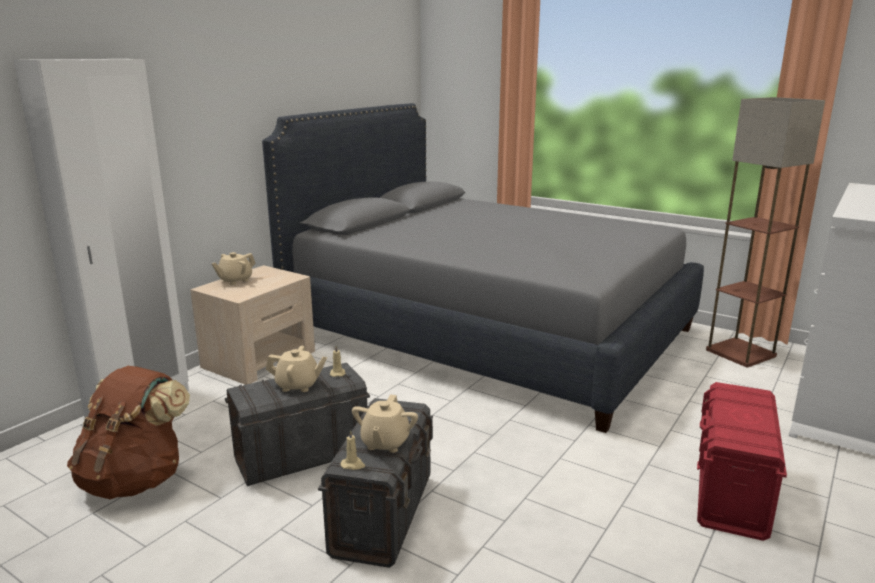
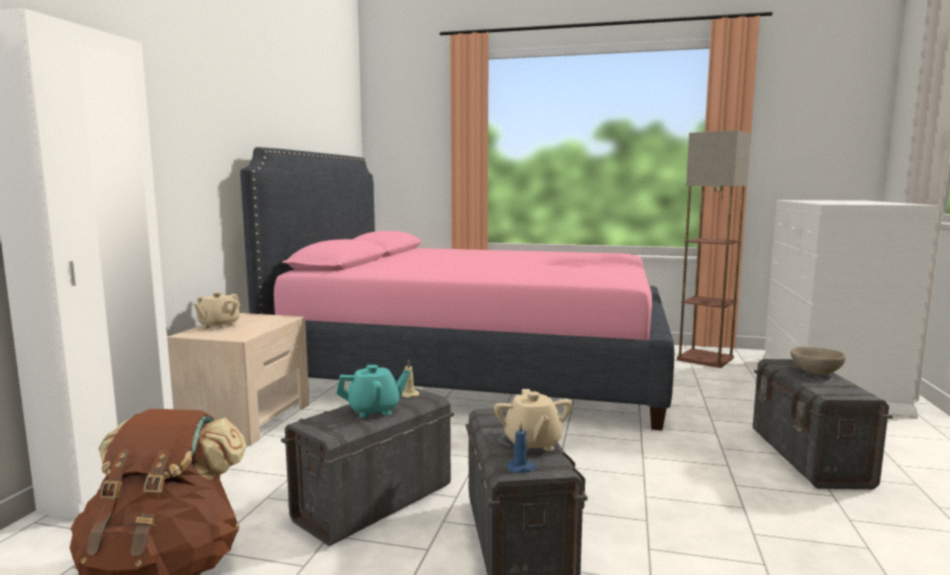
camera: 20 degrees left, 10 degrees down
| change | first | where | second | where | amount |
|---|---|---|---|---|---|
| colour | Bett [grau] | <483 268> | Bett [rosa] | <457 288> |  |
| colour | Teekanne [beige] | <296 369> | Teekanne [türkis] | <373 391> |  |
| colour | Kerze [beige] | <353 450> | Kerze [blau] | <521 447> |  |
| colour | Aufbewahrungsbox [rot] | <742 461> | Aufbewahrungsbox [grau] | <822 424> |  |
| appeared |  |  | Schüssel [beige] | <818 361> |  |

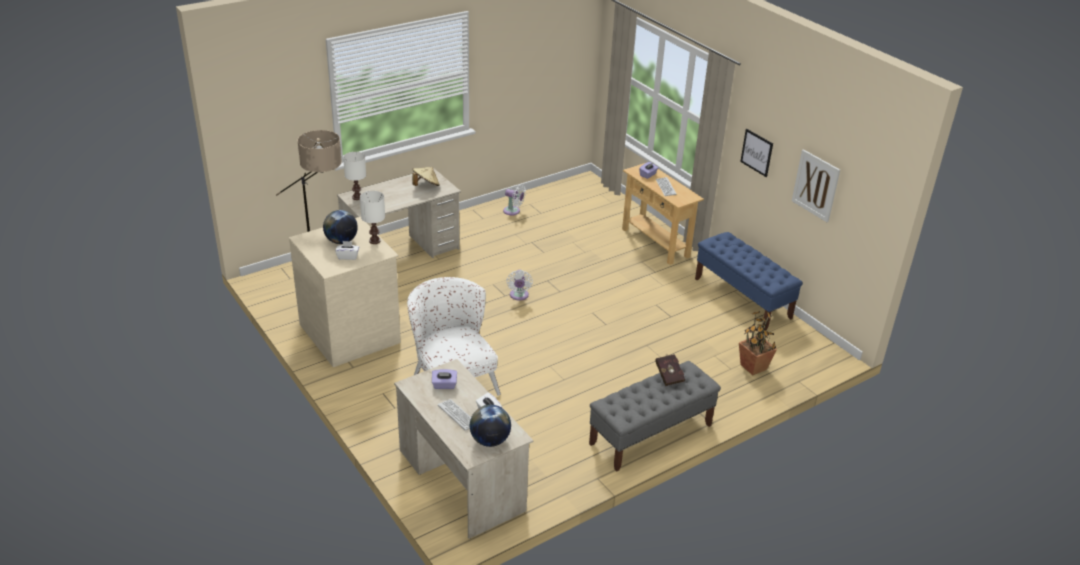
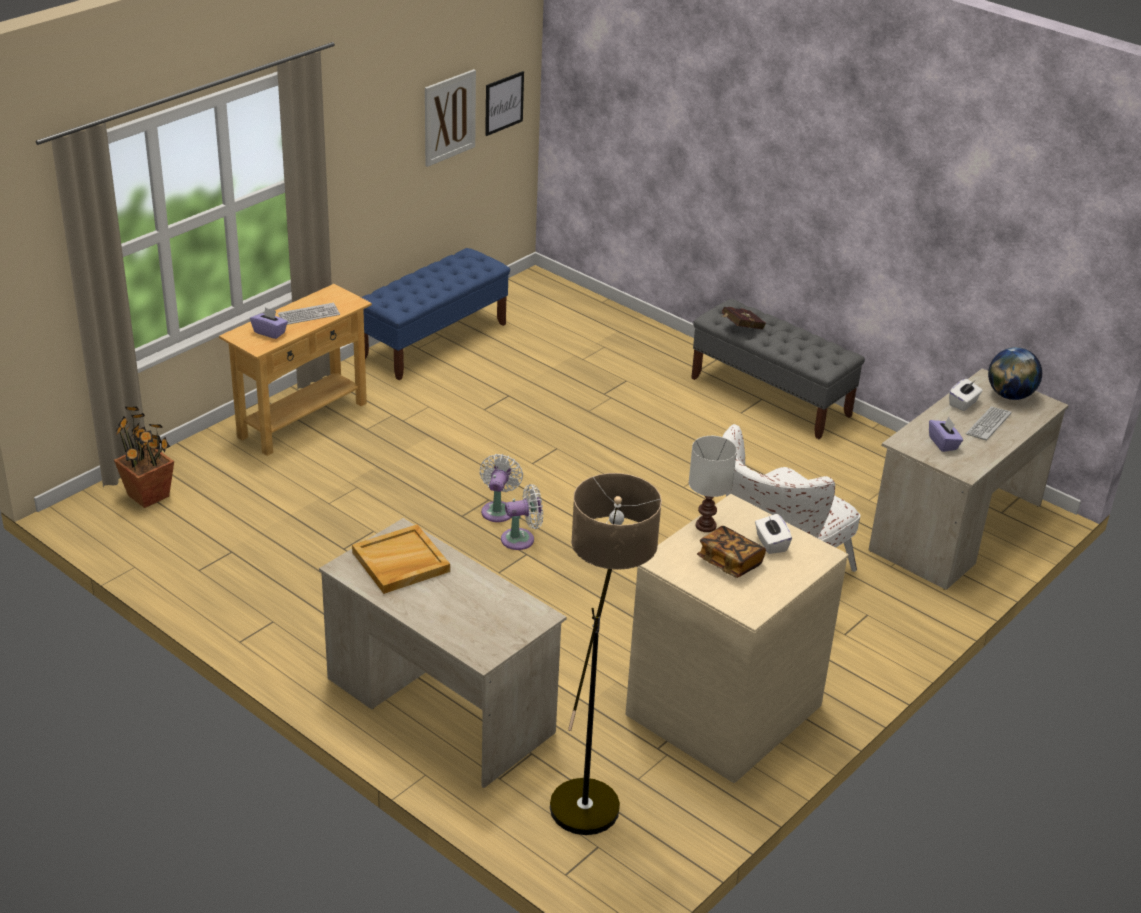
camera: 105 degrees left, 0 degrees up
| change | first | where | second | where | amount |
|---|---|---|---|---|---|
| exchanged | Globus | <340 227> | Buch | <731 552> |  |
| missing | Tischlampe [weiß] | <354 176> |  |  |  |
| exchanged | Hut [beige] | <426 176> | Tablett [beige] | <401 559> |  |
| relocated | Ventilator [weiß] | <514 199> |  | <501 488> |  |
| relocated | Topfpflanze | <758 343> |  | <144 457> |  |
| relocated | Bild | <756 153> |  | <504 103> |  |

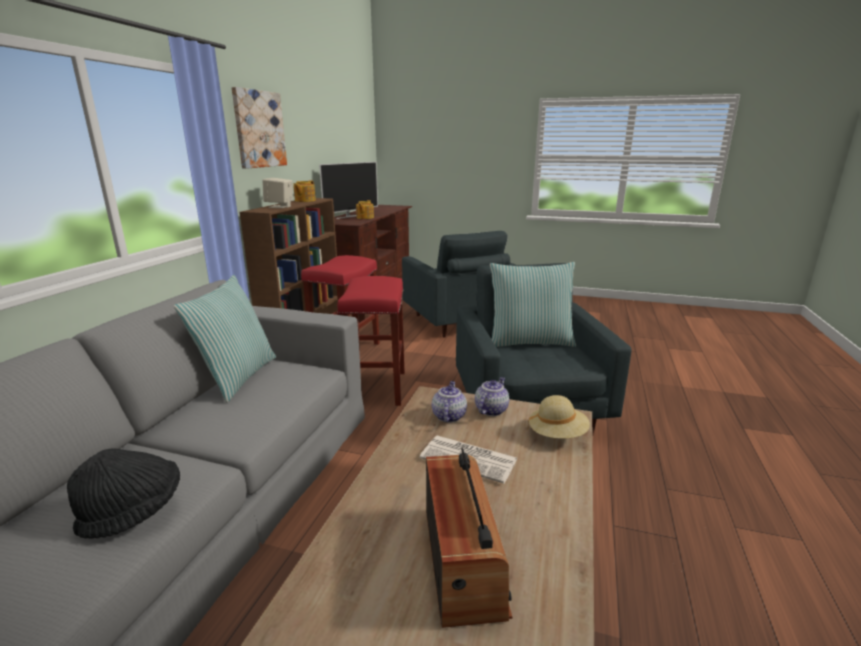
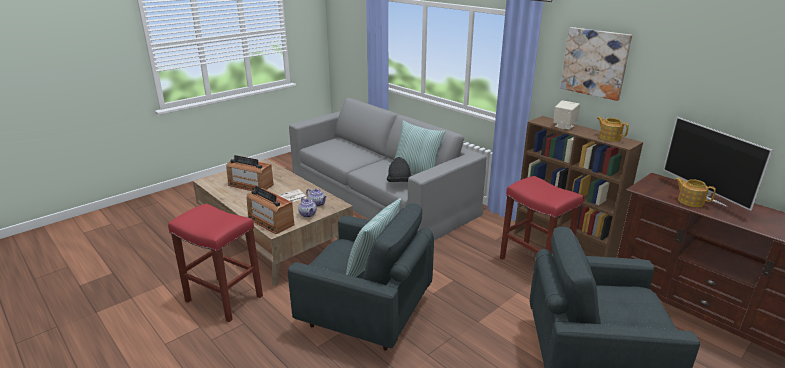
camera: 120 degrees right, 5 degrees up
| change | first | where | second | where | amount |
|---|---|---|---|---|---|
| relocated | Hut [schwarz] | <123 493> |  | <399 169> |  |
| relocated | Hocker [rot] | <371 341> |  | <215 262> |  |
| exchanged | Hut [beige] | <558 417> | Radio | <270 210> |  |

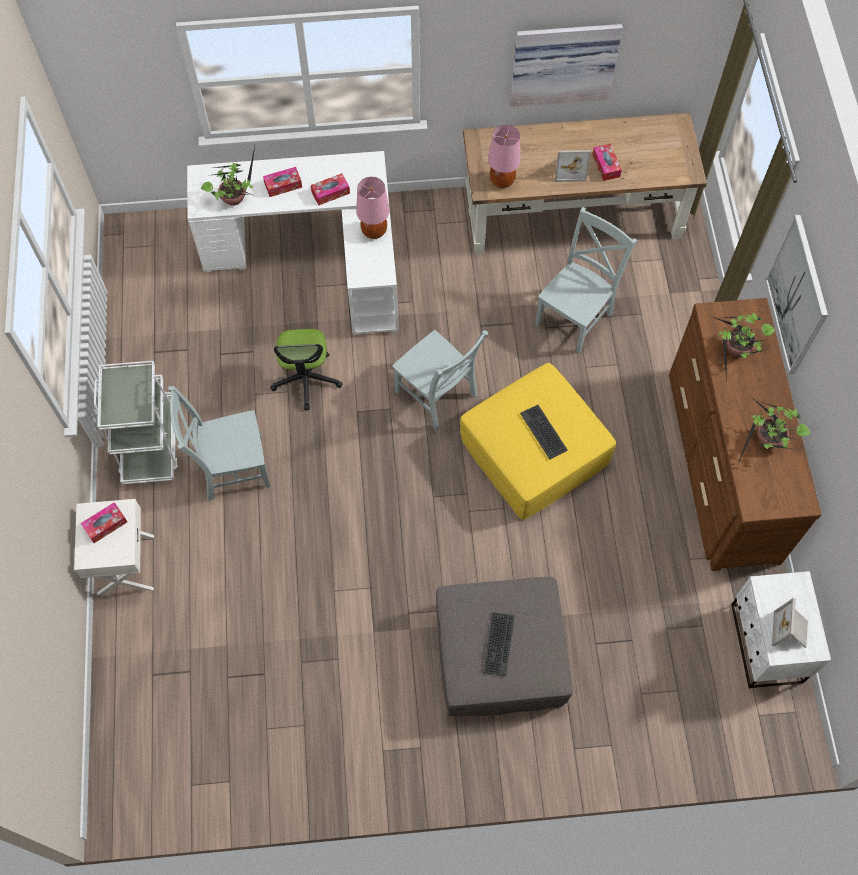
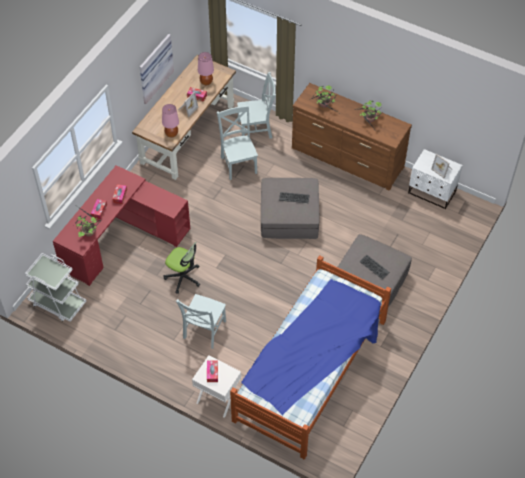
camera: 55 degrees left, 10 degrees down
| change | first | where | second | where | amount |
|---|---|---|---|---|---|
| relocated | Rollwagen [weiß] | <136 423> |  | <55 287> |  |
| colour | Schreibtisch [weiß] | <293 243> | Schreibtisch [rot] | <121 225> |  |
| relocated | Tischlampe [rosa] | <372 208> |  | <206 68> |  |
| relocated | Stuhl [grau] | <440 380> |  | <256 105> |  |
| colour | Polsterhocker [gelb] | <538 441> | Polsterhocker [grau] | <290 208> |  |
| missing | Bild | <796 294> |  |  |  |
| appeared |  |  | Bett | <310 357> |  |

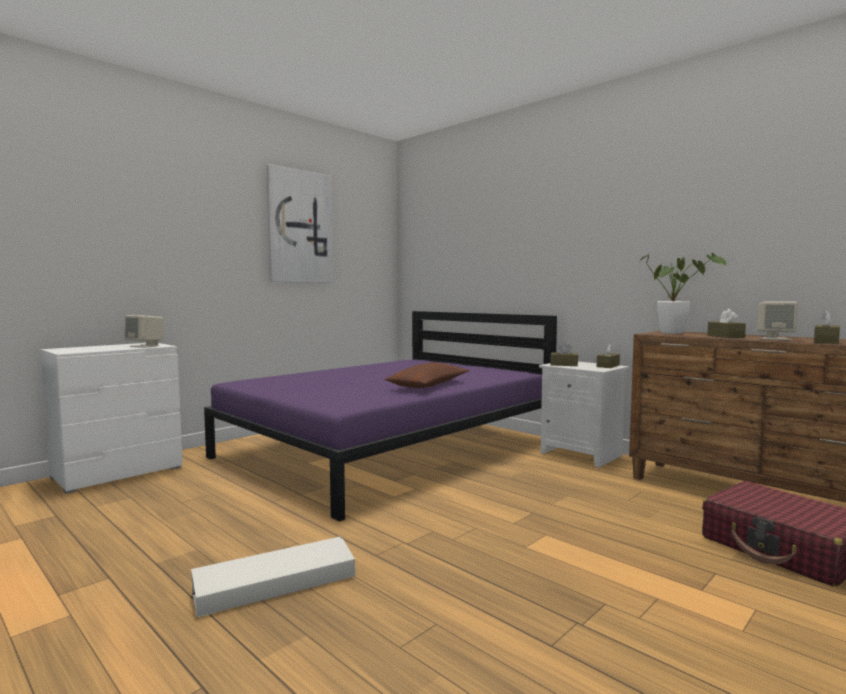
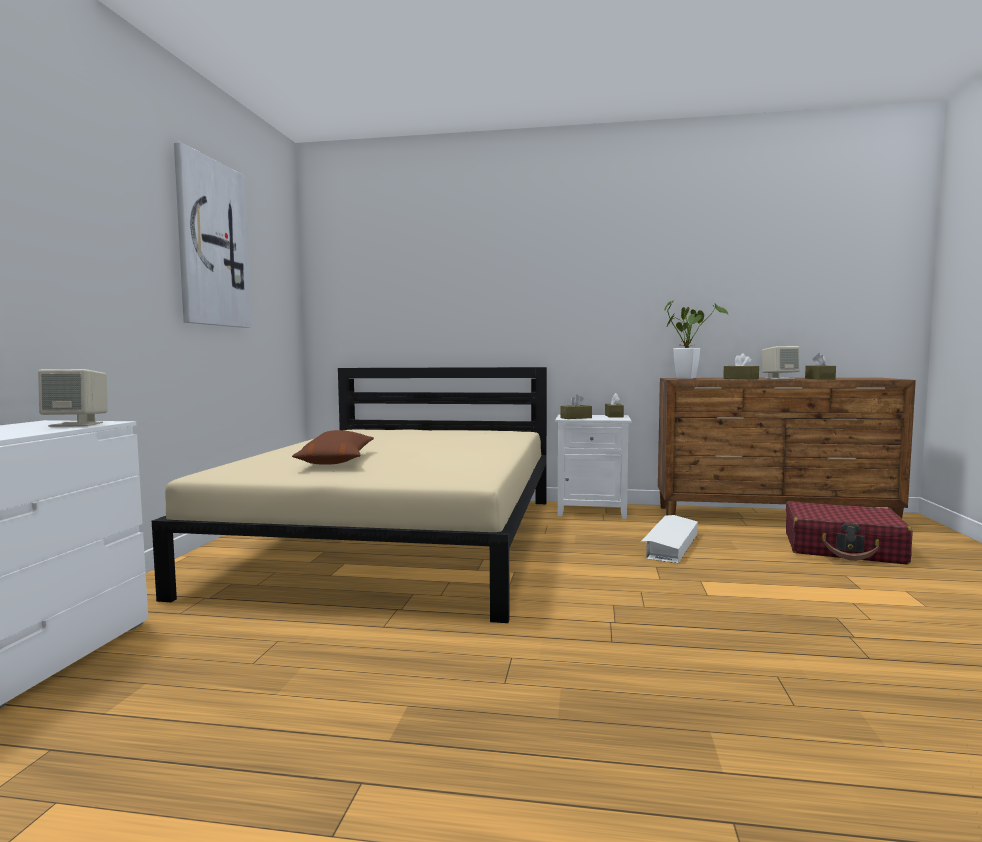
camera: 35 degrees left, 0 degrees up
| change | first | where | second | where | amount |
|---|---|---|---|---|---|
| relocated | Aufbewahrungsbox [weiß] | <273 577> |  | <669 539> |  |
| colour | Bett [lila] | <380 416> | Bett [beige] | <349 495> |  |
| relocated | Kissen [braun] | <426 375> |  | <333 447> |  |

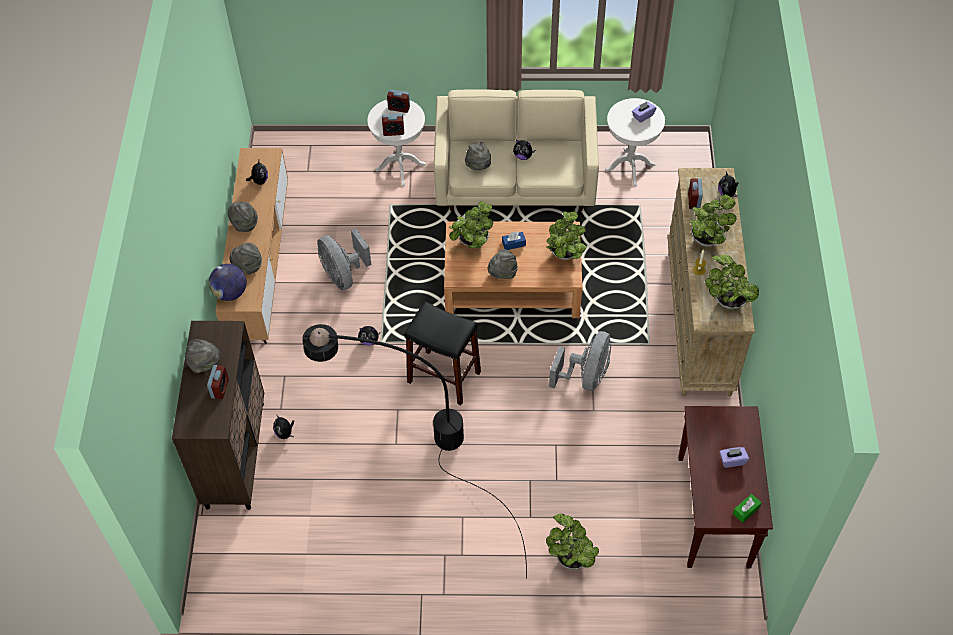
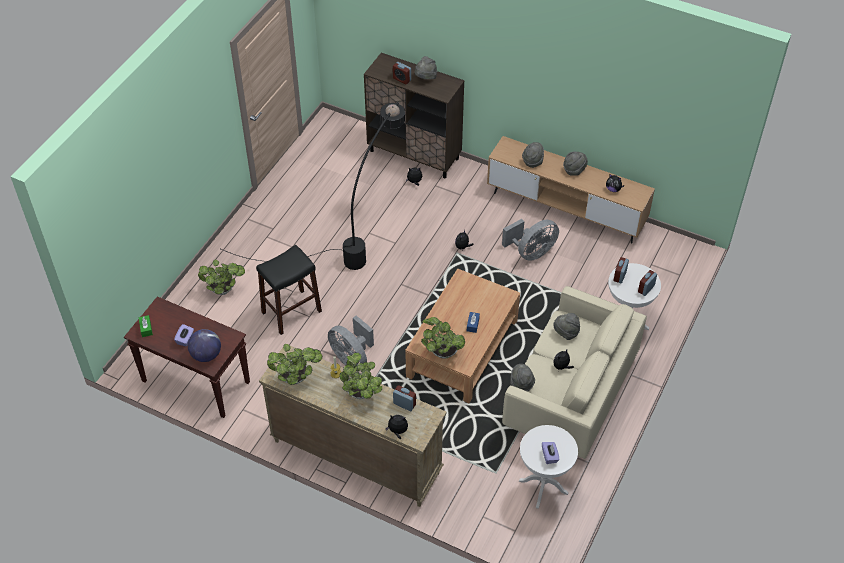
camera: 115 degrees right, 5 degrees down
| change | first | where | second | where | amount |
|---|---|---|---|---|---|
| relocated | Globus | <228 282> |  | <204 345> |  |
| spun | Ventilator [grau] | <344 259> |  | <530 240> | 150 degrees clockwise |
| relocated | Hocker [schwarz] | <443 353> |  | <289 290> |  |
| missing | Topfpflanze | <471 224> |  |  |  |
| relocated | Hut [grau] | <503 264> |  | <522 378> |  |

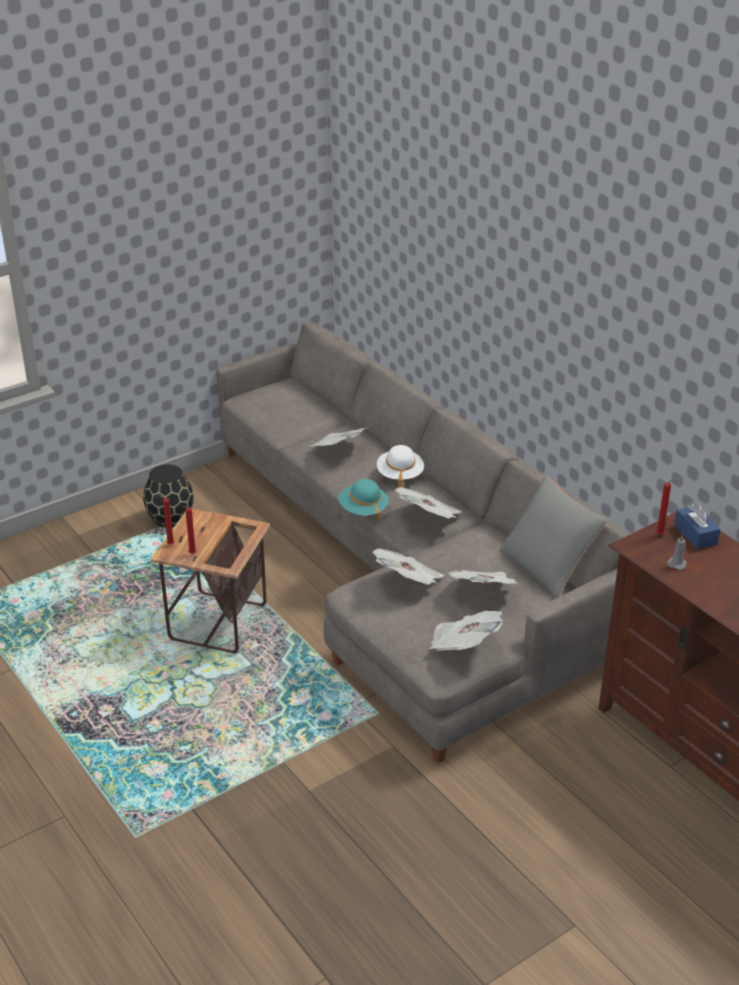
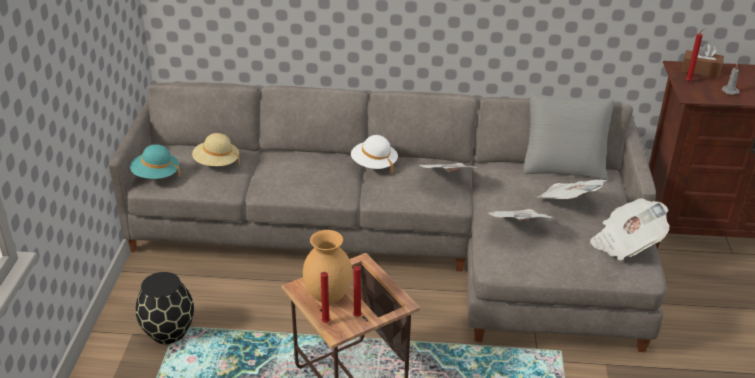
camera: 50 degrees left, 0 degrees up
| change | first | where | second | where | amount |
|---|---|---|---|---|---|
| missing | Zeitung | <338 437> |  |  |  |
| relocated | Hut [türkis] | <363 500> |  | <155 161> |  |
| colour | Taschentuchbox [blau] | <697 526> | Taschentuchbox [braun] | <703 60> |  |
| appeared |  |  | Hut [beige] | <216 149> |  |
| appeared |  |  | Vase [braun] | <327 267> |  |

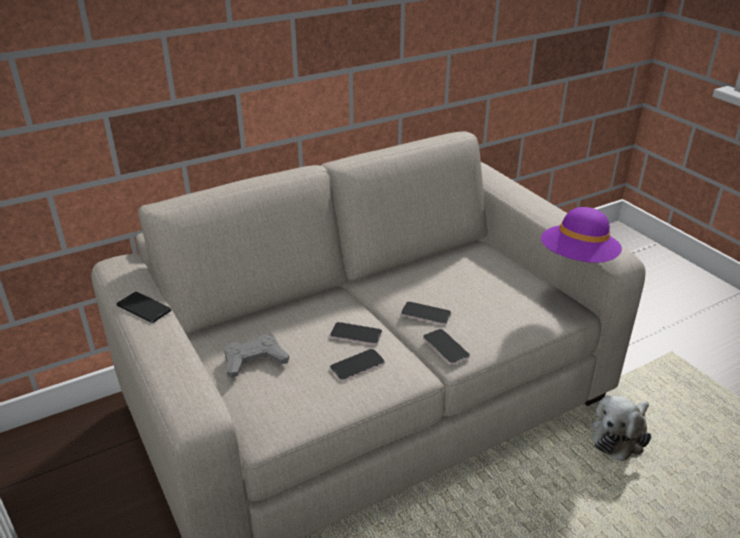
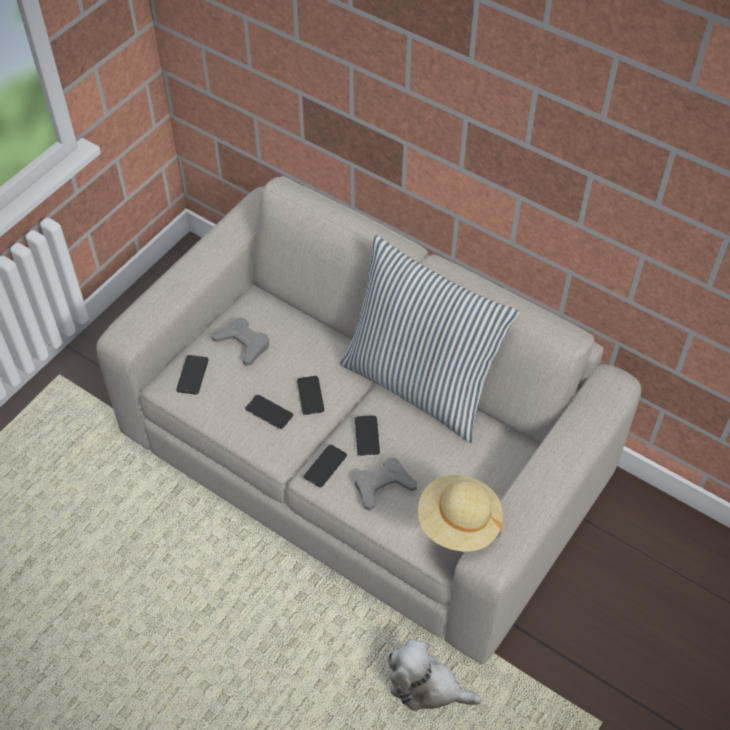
camera: 65 degrees right, 20 degrees up
| change | first | where | second | where | amount |
|---|---|---|---|---|---|
| relocated | Handy | <144 307> |  | <192 375> |  |
| colour | Hut [lila] | <581 235> | Hut [beige] | <460 513> |  |
| appeared |  |  | Kissen | <429 339> |  |
| appeared |  |  | Gamepad [grau] | <386 484> |  |

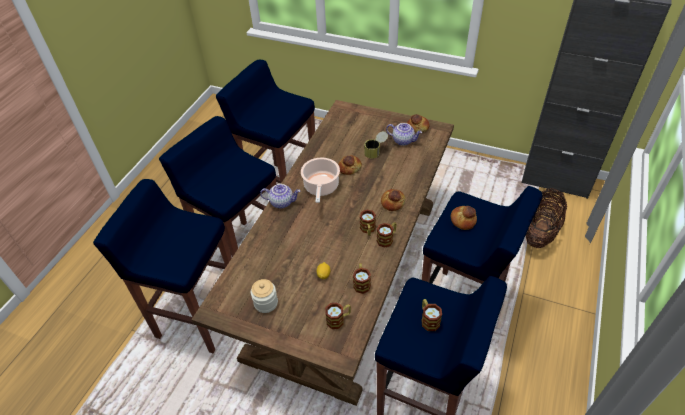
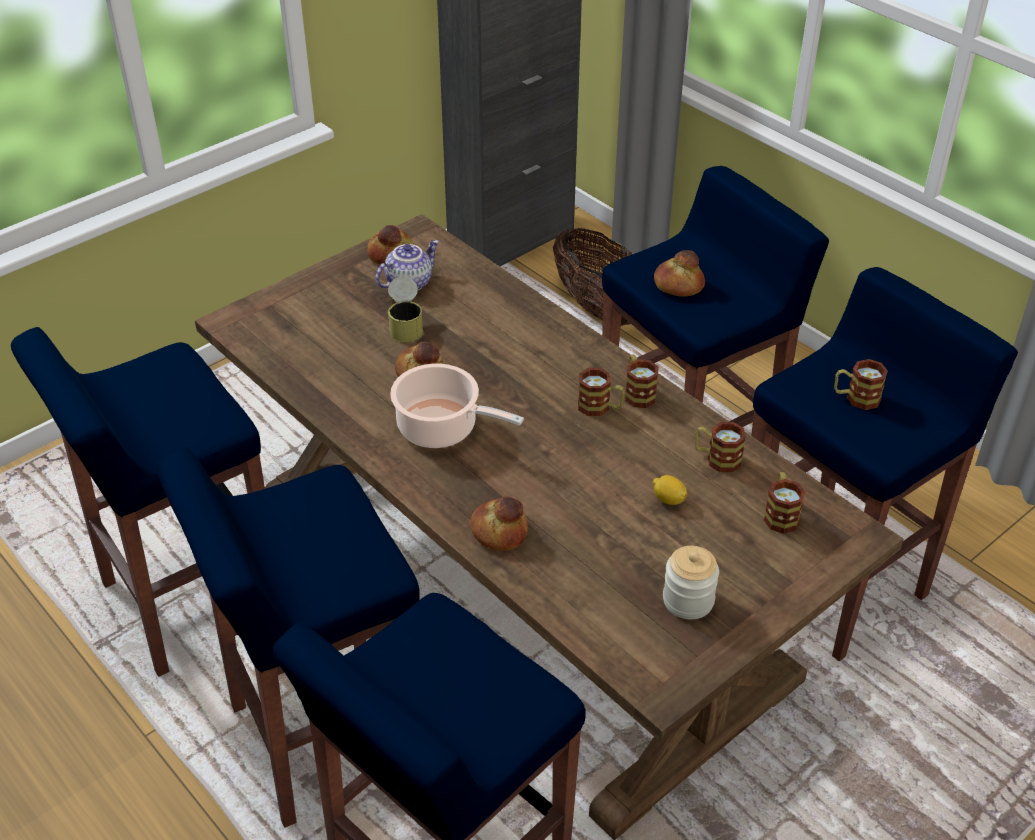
camera: 65 degrees left, 5 degrees down
| change | first | where | second | where | amount |
|---|---|---|---|---|---|
| missing | Teekanne | <280 196> |  |  |  |
| relocated | Brot | <393 200> |  | <499 524> |  |

